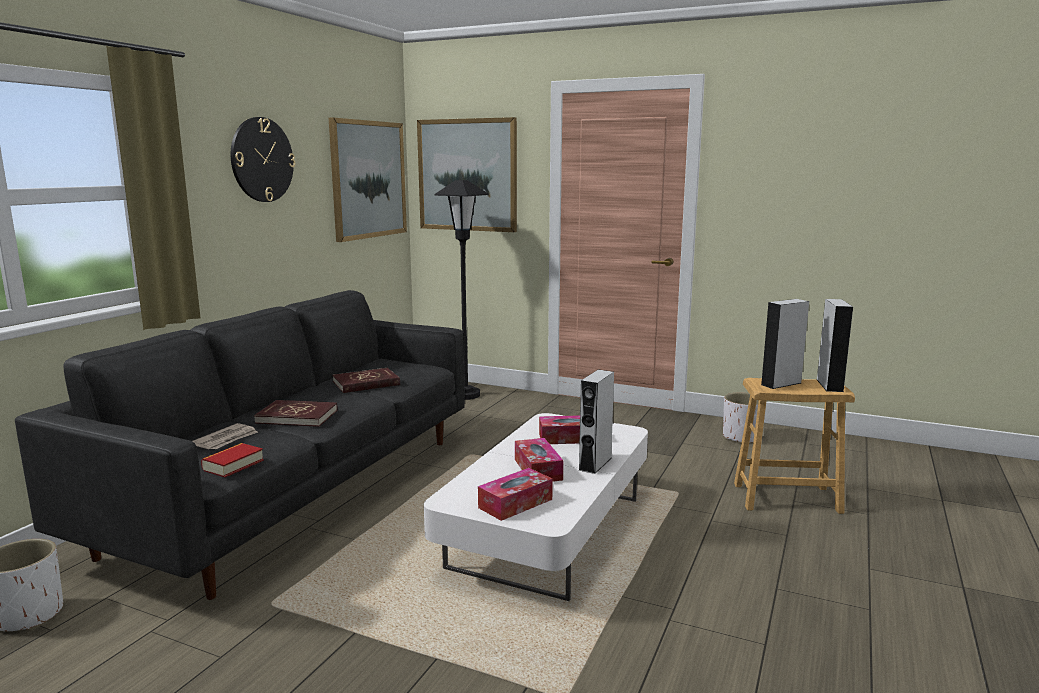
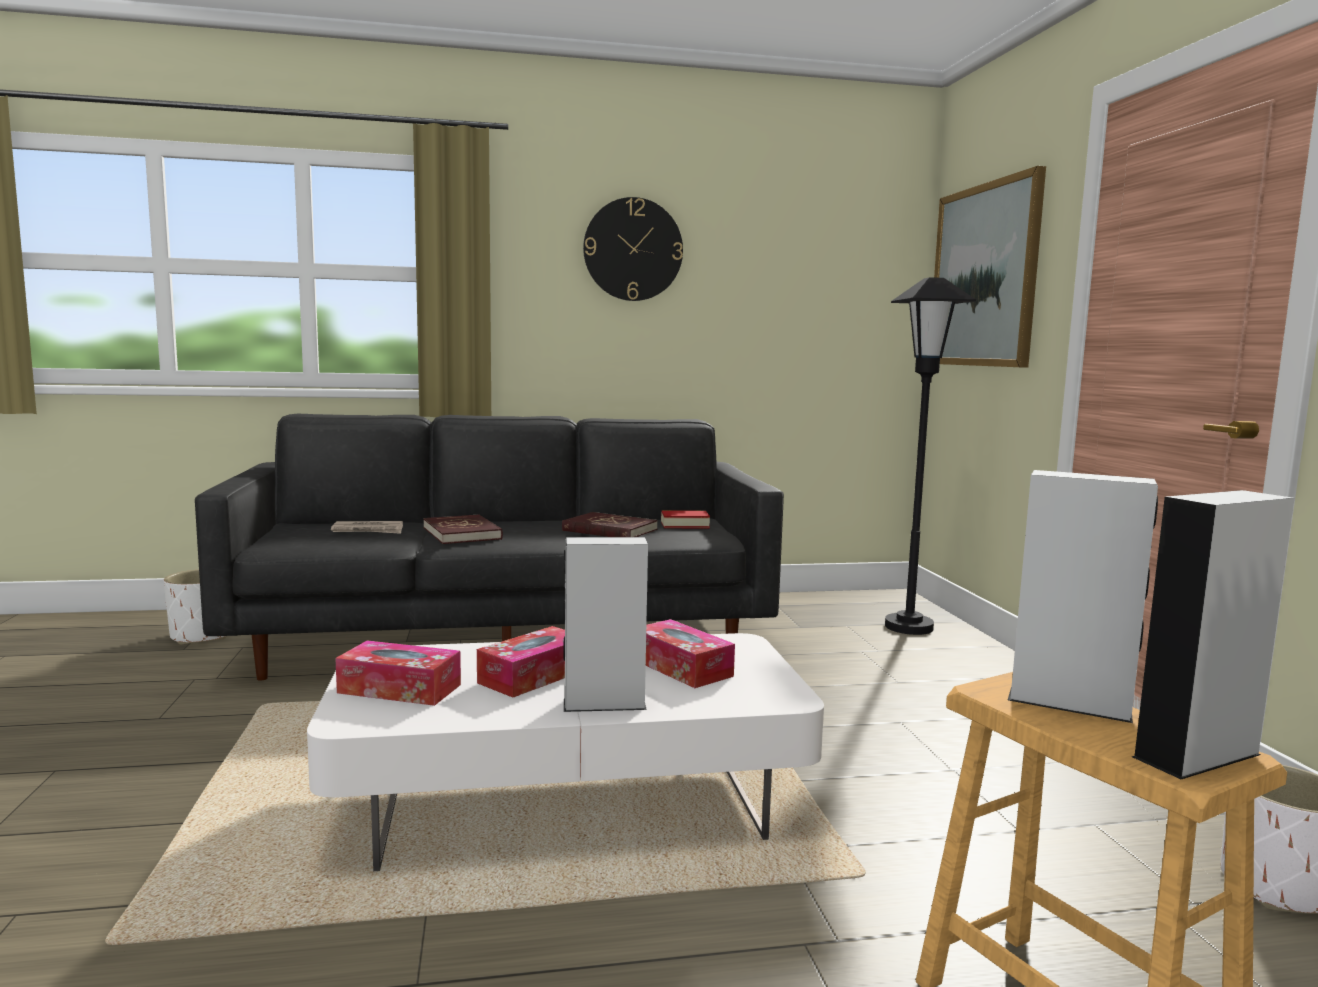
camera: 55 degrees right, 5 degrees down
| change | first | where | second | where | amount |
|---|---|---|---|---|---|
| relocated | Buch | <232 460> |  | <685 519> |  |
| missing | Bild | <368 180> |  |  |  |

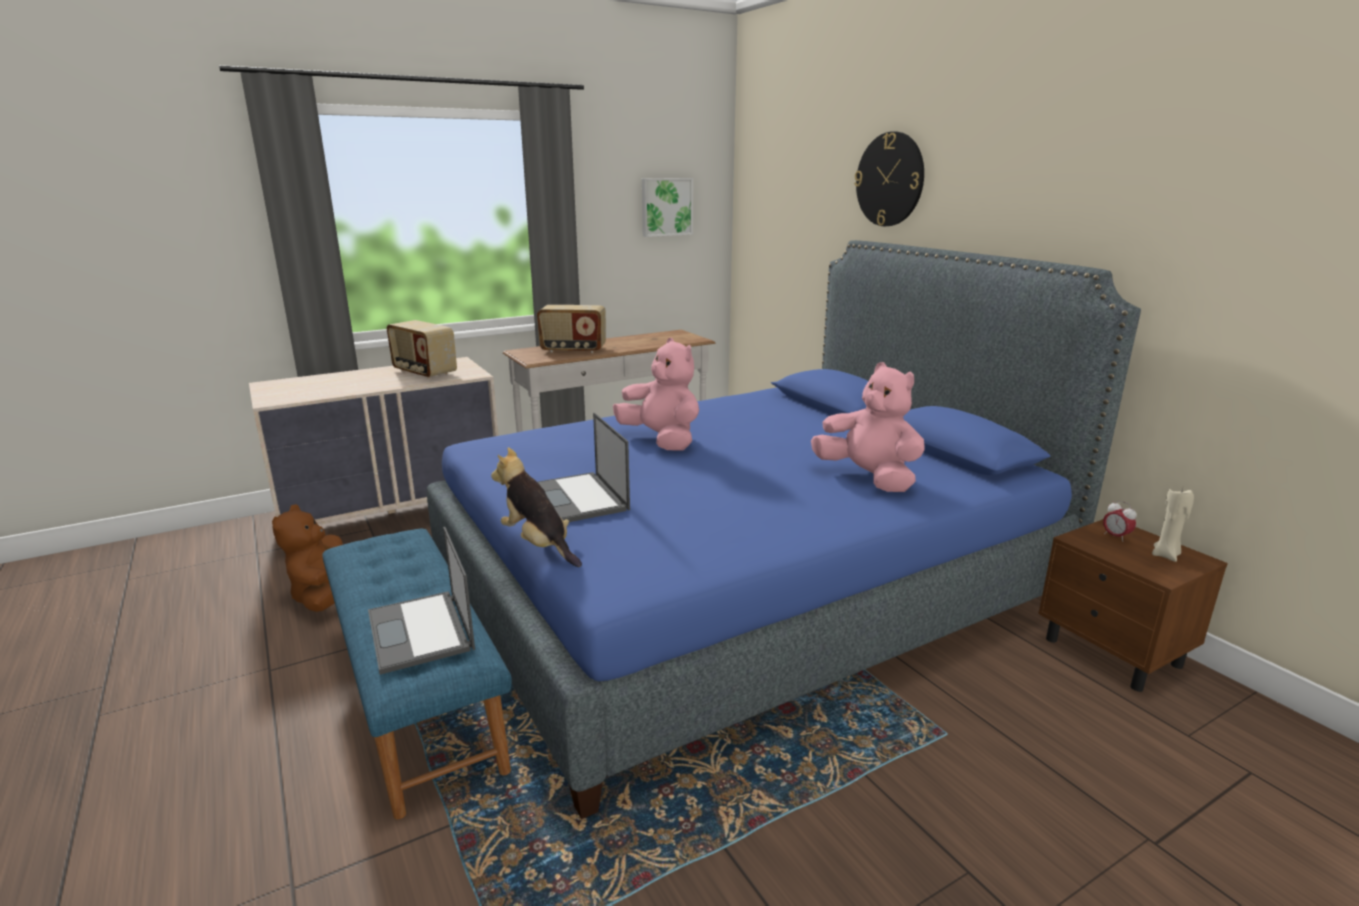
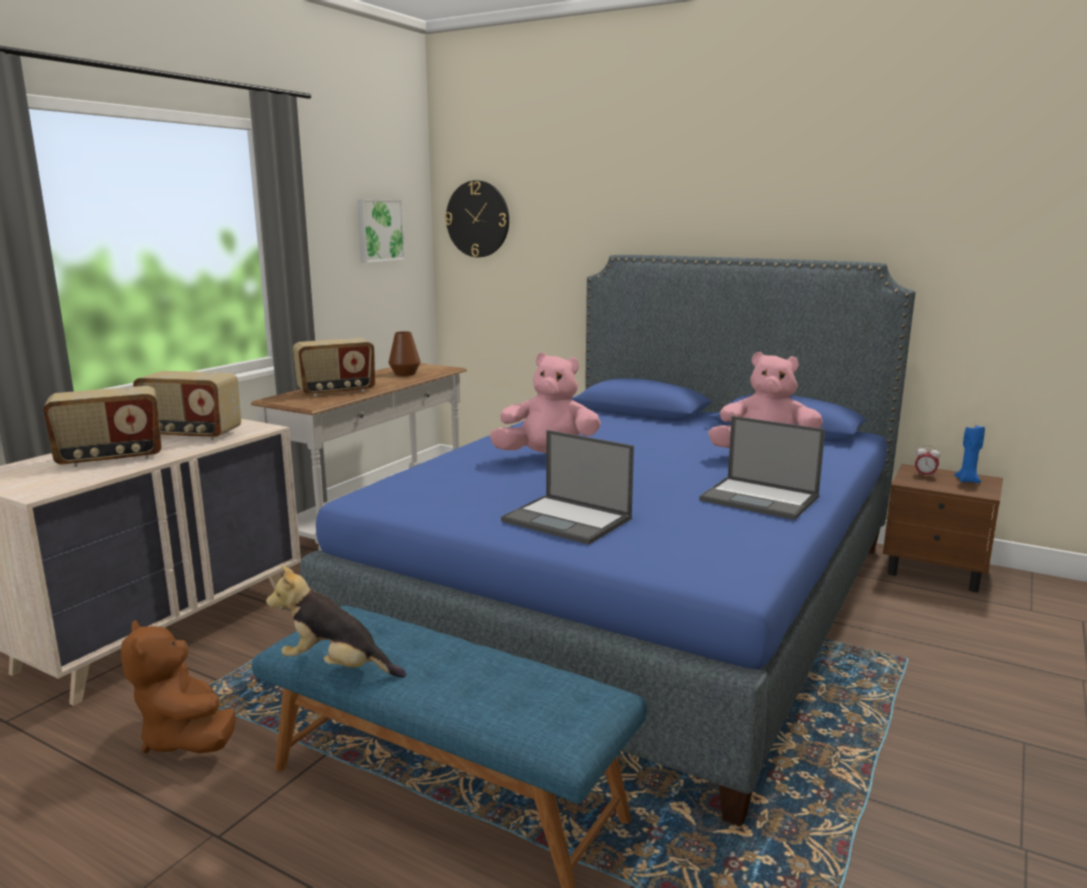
camera: 30 degrees left, 5 degrees down
| change | first | where | second | where | amount |
|---|---|---|---|---|---|
| relocated | Laptop | <421 601> |  | <762 468> |  |
| relocated | Plüschtier | <536 507> |  | <336 621> |  |
| relocated | Wanduhr | <889 179> |  | <477 218> |  |
| colour | Kerze [beige] | <1173 525> | Kerze [blau] | <969 453> |  |
| appeared |  |  | Radio | <102 426> |  |
| appeared |  |  | Vase [braun] | <405 353> |  |

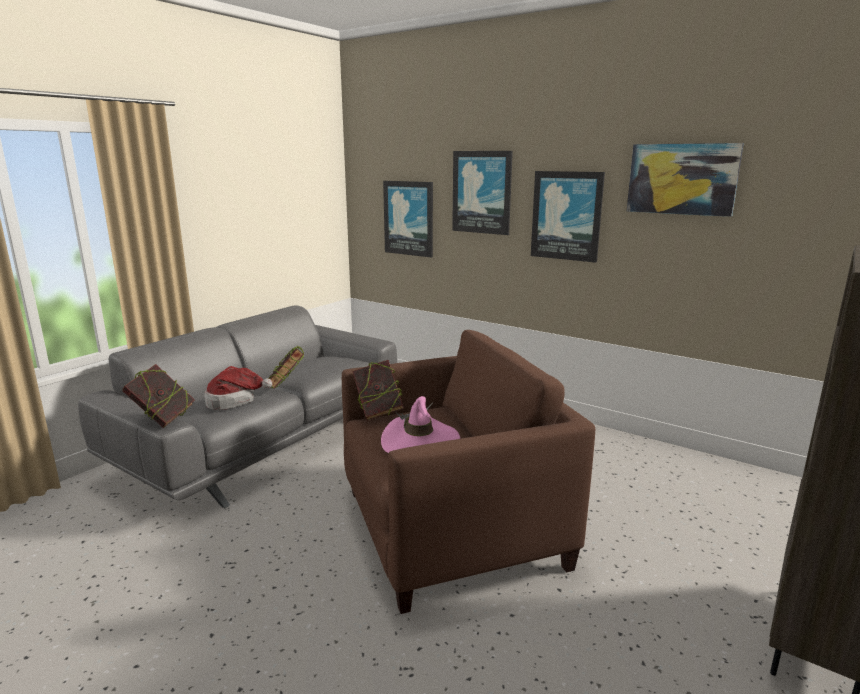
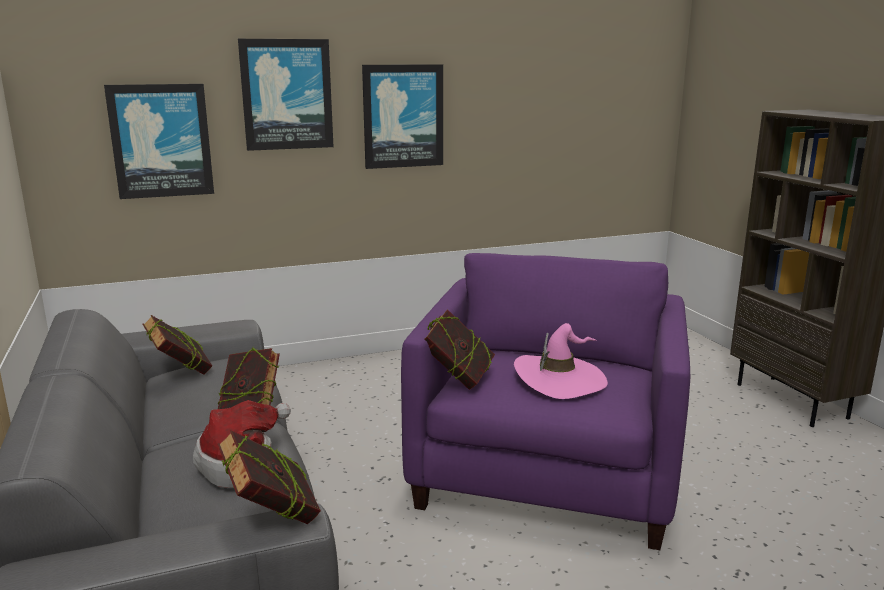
camera: 55 degrees left, 0 degrees up
| change | first | where | second | where | amount |
|---|---|---|---|---|---|
| colour | Sessel [braun] | <468 472> | Sessel [lila] | <545 401> |  |
| missing | Bild | <685 180> |  |  |  |
| appeared |  |  | Buch | <177 344> |  |

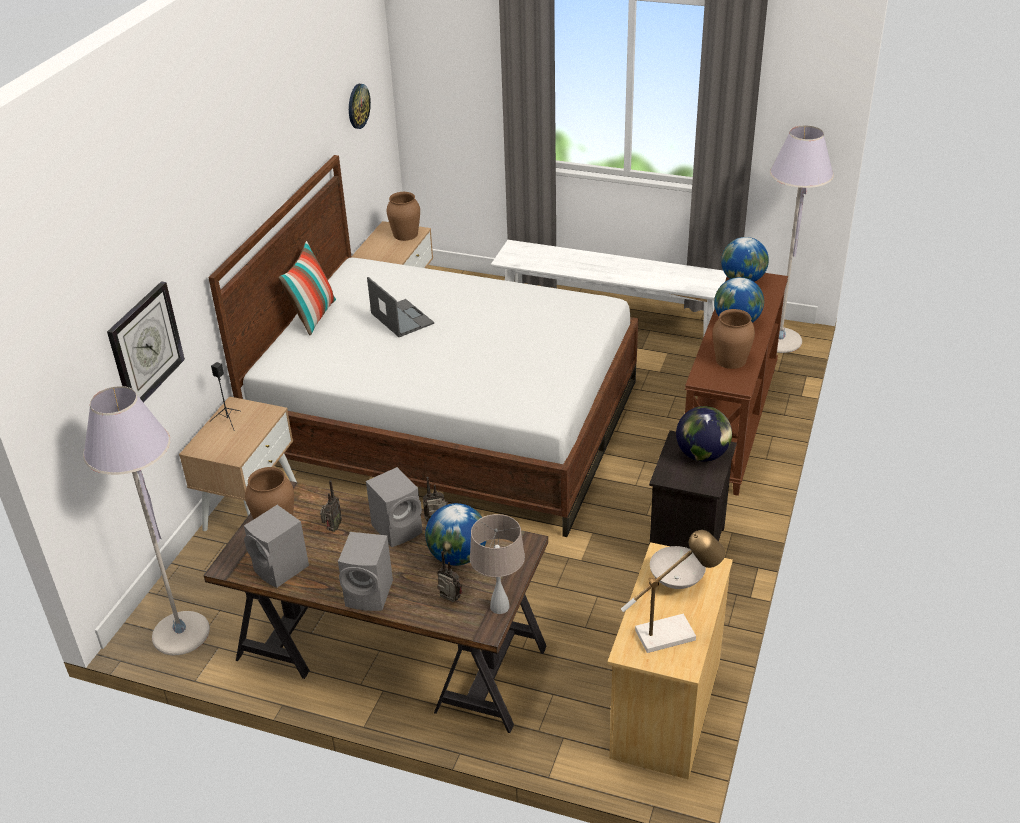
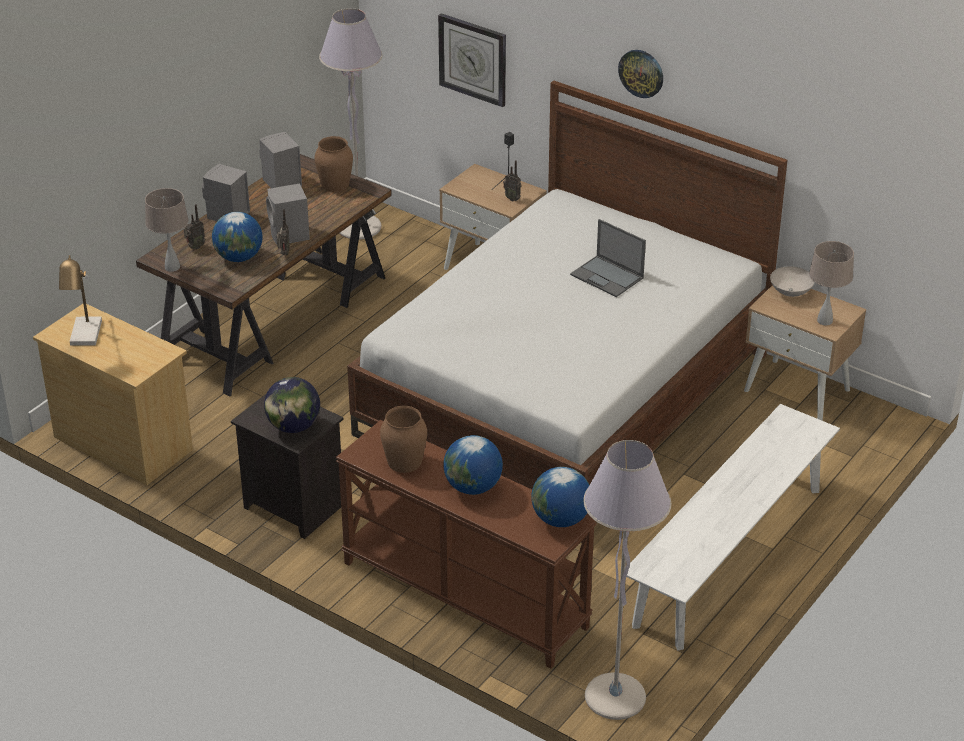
camera: 105 degrees right, 0 degrees up
| change | first | where | second | where | amount |
|---|---|---|---|---|---|
| missing | Kissen | <307 288> |  |  |  |
| relocated | Radio | <331 506> |  | <512 180> |  |
| relocated | Wanduhr | <360 106> |  | <640 74> |  |
| spun | Laptop | <400 307> |  | <608 258> | 60 degrees clockwise |
| exchanged | Vase [braun] | <403 216> | Tischlampe [beige] | <831 283> |  |
| relocated | Schüssel [weiß] | <678 567> |  | <792 281> |  |

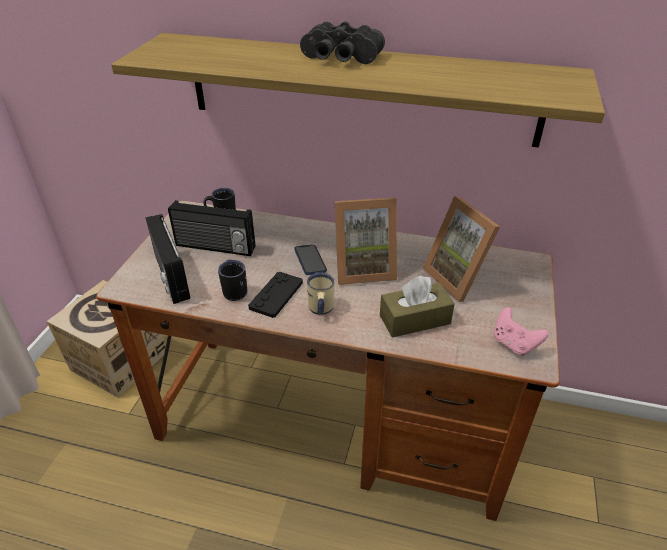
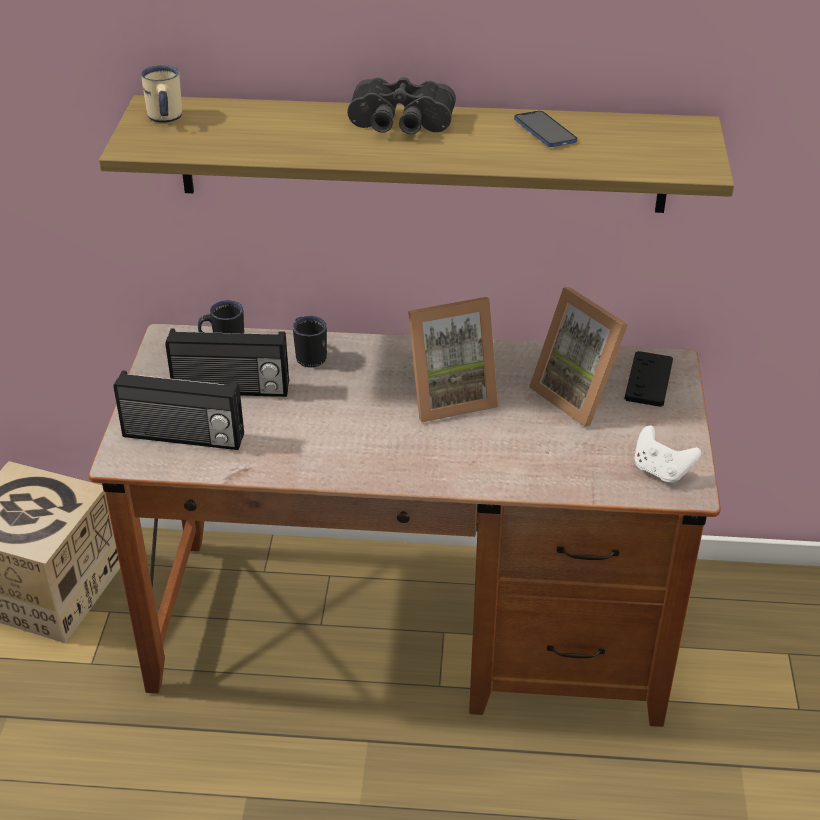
camera: 10 degrees left, 0 degrees up
| change | first | where | second | where | amount |
|---|---|---|---|---|---|
| spun | Radio | <168 259> |  | <179 410> | 45 degrees counterclockwise |
| relocated | Henkelbecher [schwarz] | <232 280> |  | <310 342> |  |
| relocated | Gamepad [schwarz] | <275 295> |  | <648 379> |  |
| relocated | Handy | <310 259> |  | <546 129> |  |
| relocated | Henkelbecher [beige] | <321 294> |  | <161 94> |  |
| missing | Taschentuchbox [braun] | <417 306> |  |  |  |
| colour | Gamepad [rosa] | <521 331> | Gamepad [weiß] | <668 454> |  |

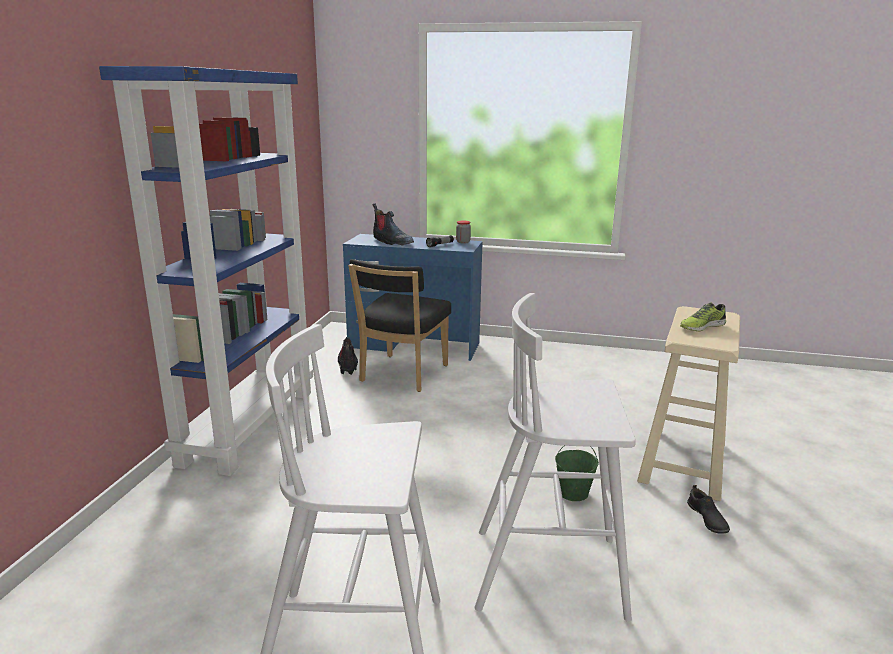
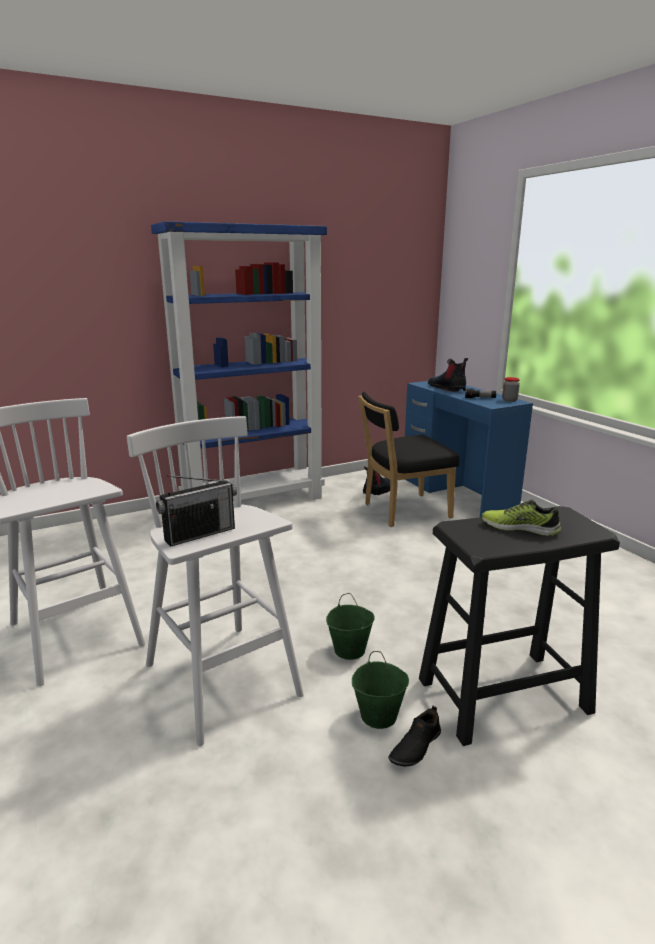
camera: 50 degrees right, 0 degrees up
| change | first | where | second | where | amount |
|---|---|---|---|---|---|
| spun | Stiefel | <393 224> |  | <448 375> | 150 degrees clockwise |
| colour | Hocker [beige] | <688 403> | Hocker [schwarz] | <519 626> |  |
| appeared |  |  | Radio | <196 511> |  |
| appeared |  |  | Eimer [grün] | <380 690> |  |

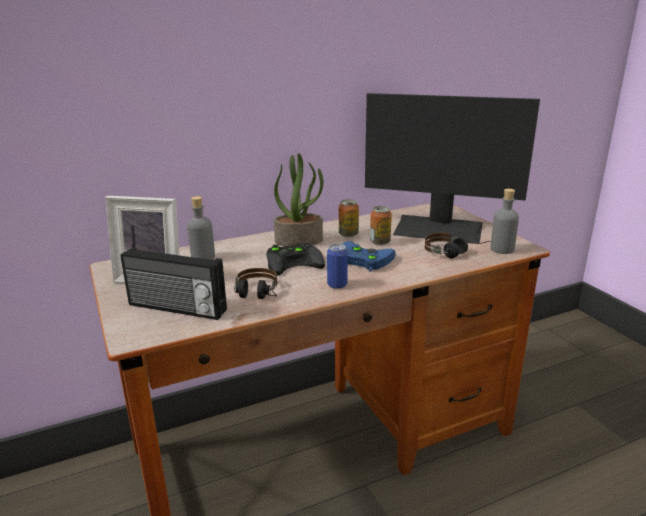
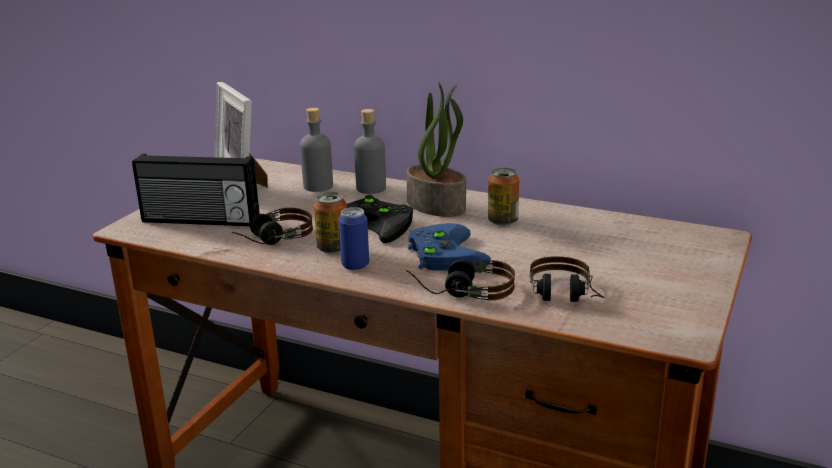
camera: 50 degrees right, 0 degrees up
| change | first | where | second | where | amount |
|---|---|---|---|---|---|
| spun | Radio | <174 283> |  | <196 190> | 60 degrees counterclockwise |
| missing | Monitor | <452 168> |  |  |  |
| relocated | Dose | <381 225> |  | <330 223> |  |
| relocated | Flasche [grau] | <505 221> |  | <370 151> |  |
| appeared |  |  | Kopfhörer | <460 279> |  |

